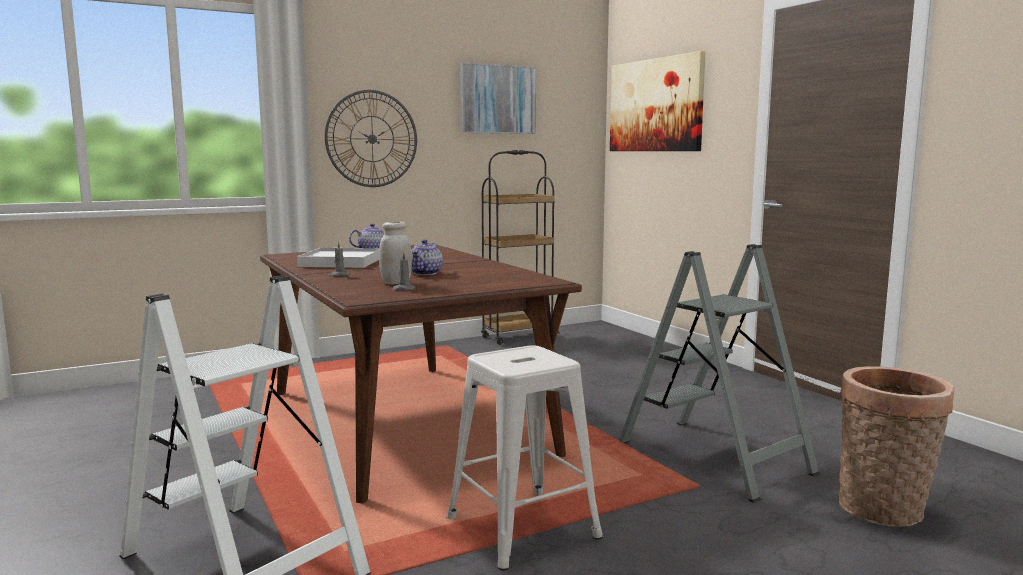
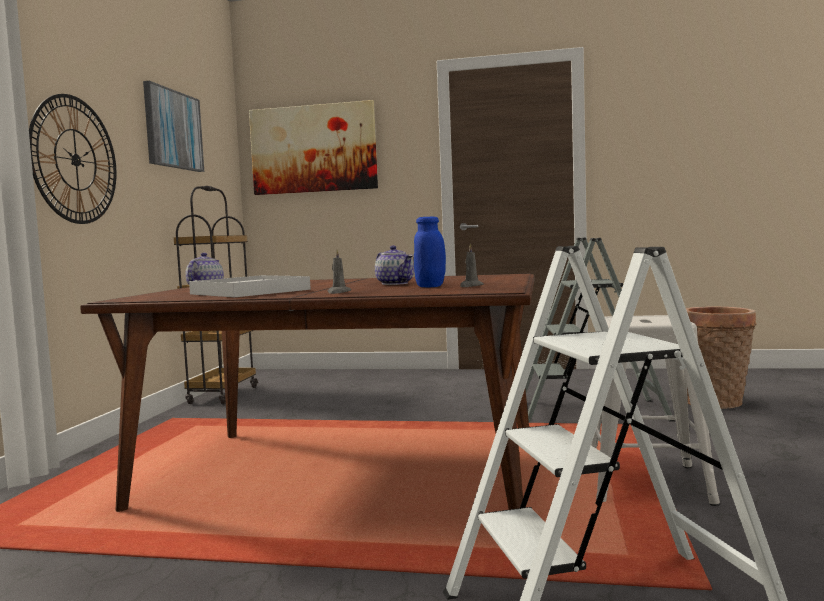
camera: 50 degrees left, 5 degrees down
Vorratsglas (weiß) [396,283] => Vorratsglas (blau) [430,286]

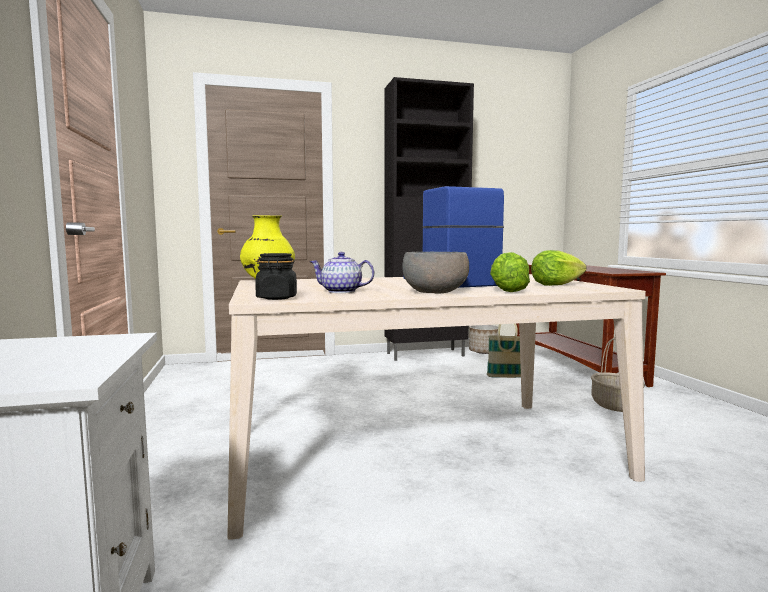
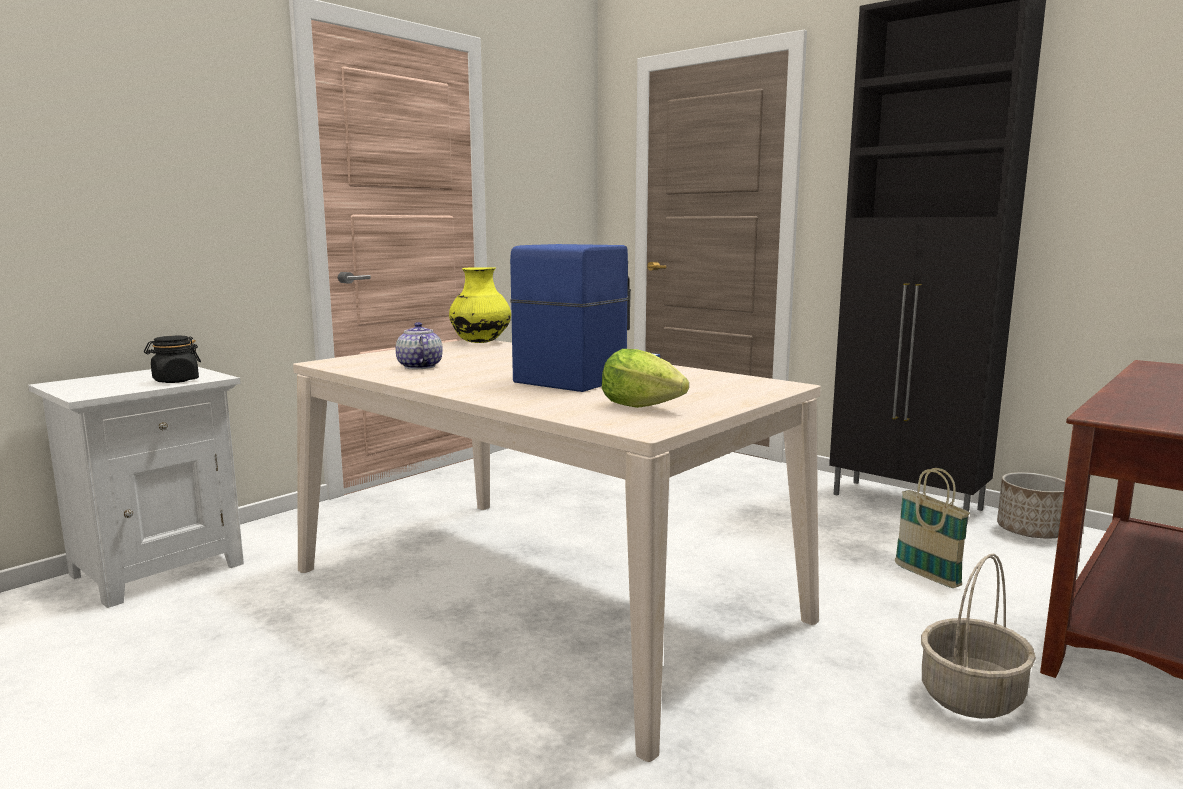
camera: 55 degrees right, 5 degrees up
Schüssel (grau) [435,292] => nothing
Salatkopf [506,291] => nothing
Vorratsglas (schwarz) [277,298] => Vorratsglas (schwarz) [175,380], move

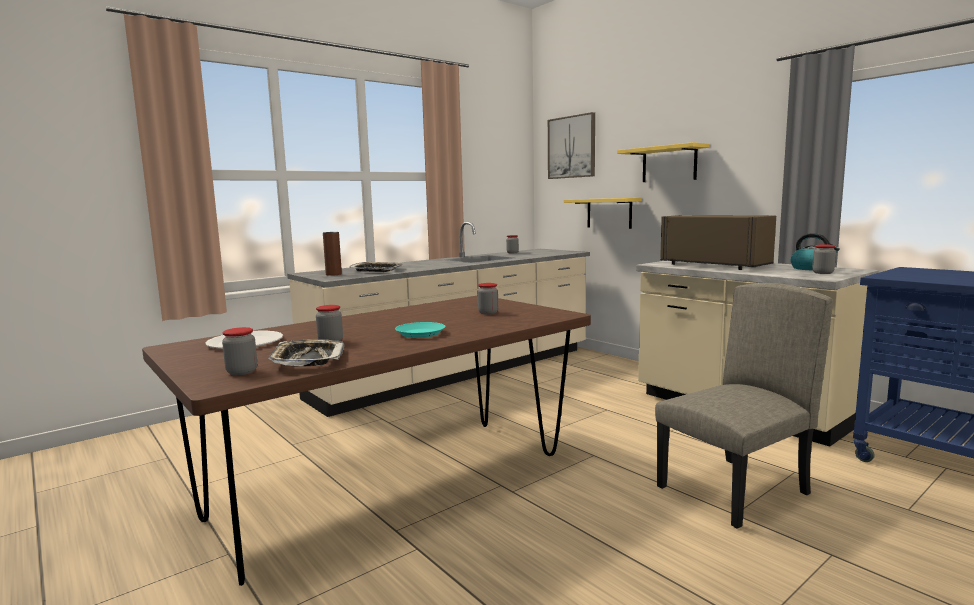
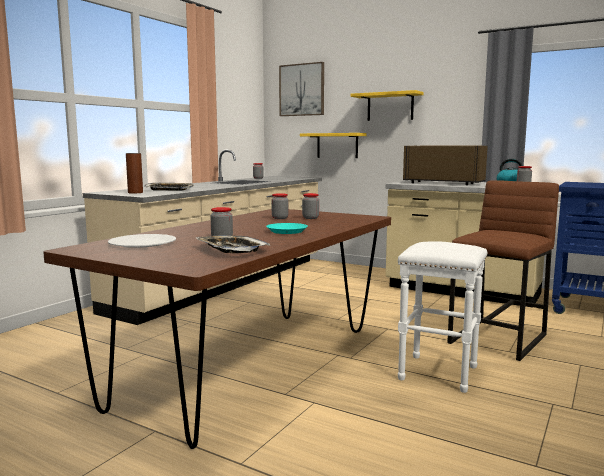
camera: 20 degrees left, 0 degrees up
nothing => Hocker (weiß) [439,373]
Vorratsglas [242,372] => Vorratsglas [280,218], move
Stuhl (beige) [734,491] => Hocker (braun) [498,338]

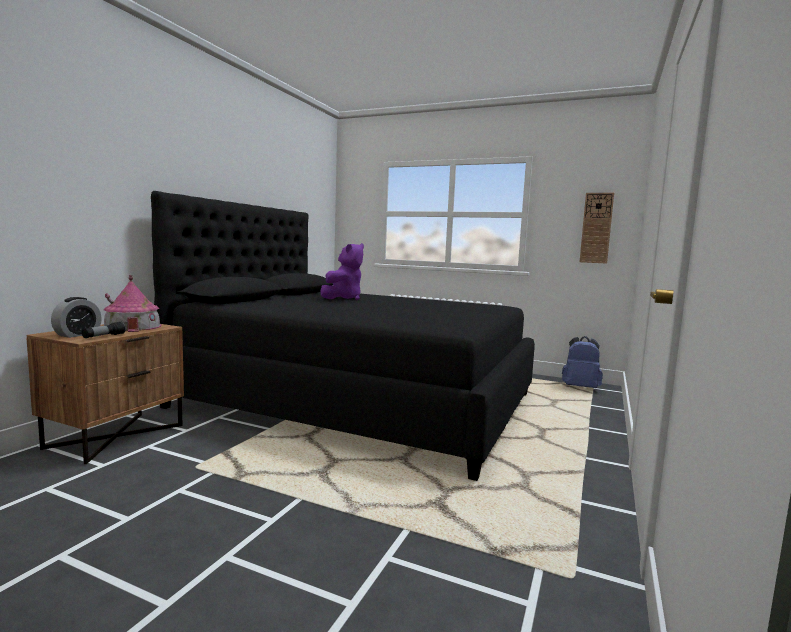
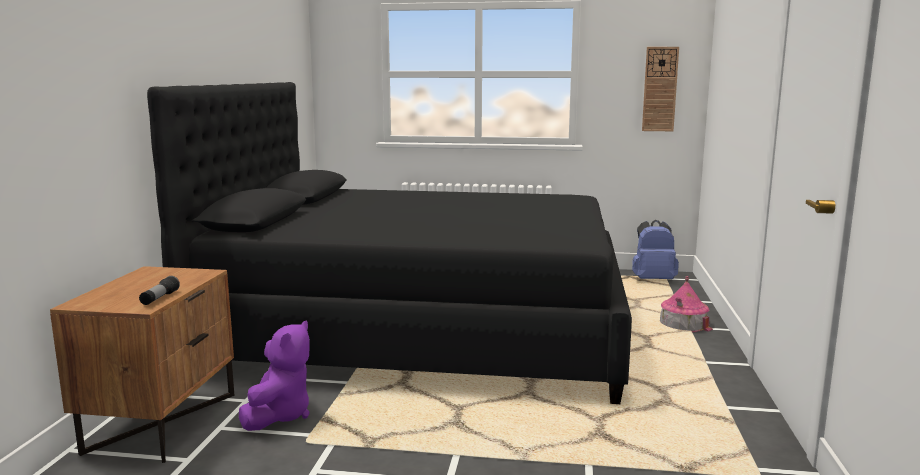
camera: 15 degrees left, 5 degrees up
Wecker [77,334] => nothing
Spielzeughaus [132,326] => Spielzeughaus [683,323], move
Plüschtier (lila) [343,298] => Plüschtier (lila) [279,415], move

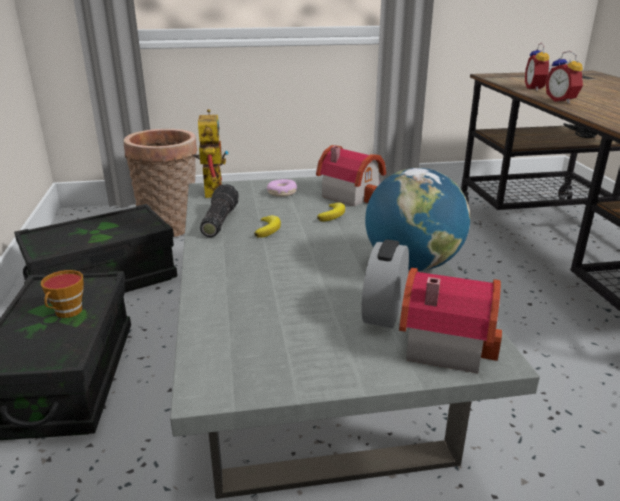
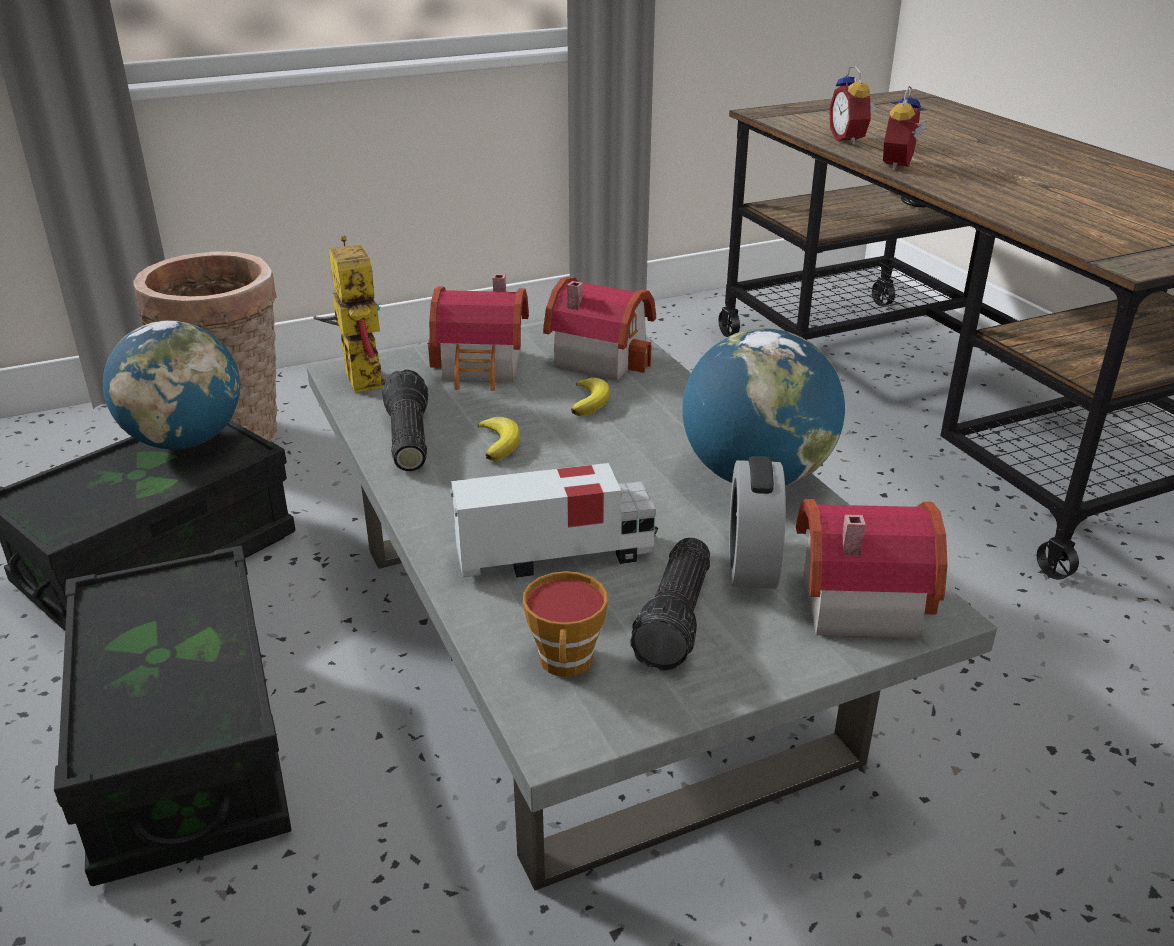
camera: 15 degrees left, 5 degrees up
nothing => Globus [185,441]
nothing => Spielzeuglaster [556,556]
nothing => Taschenlampe [678,619]
Tasse [67,313] => Tasse [566,663], move
Donut [282,193] => Spielzeughaus [484,367]
Wecker [562,101] => Wecker [901,165], 60 degrees clockwise

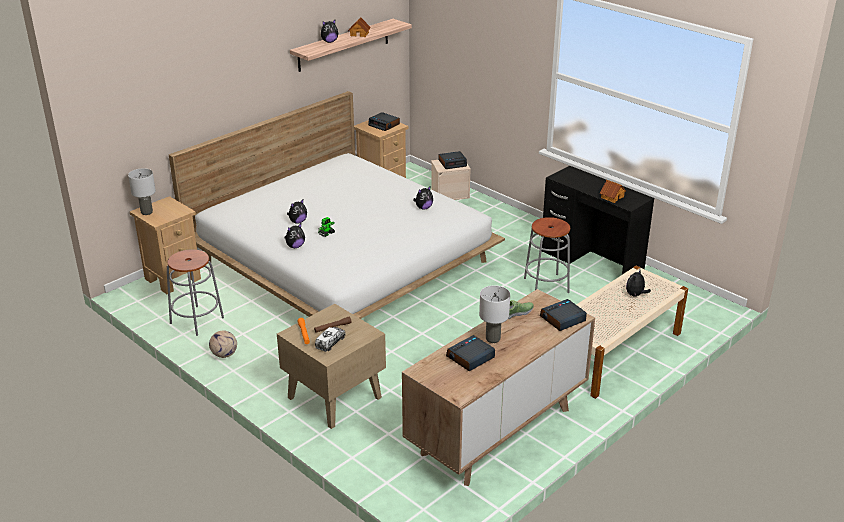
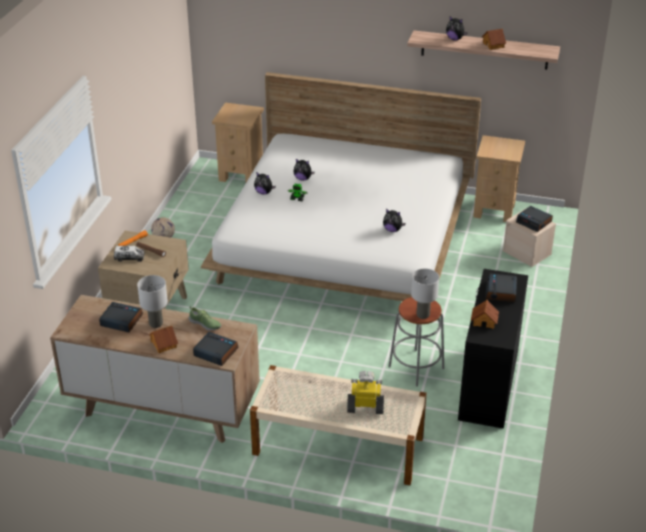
camera: 60 degrees right, 5 degrees up
Hocker (grau) [197,320] => nothing
nothing => Spielzeughaus [163,344]
Tischlampe (weiß) [146,213] => Tischlampe (weiß) [422,315], move
Wecker [384,125] => Wecker [501,292], move
Plüschtier [635,295] => Spielzeugroboter [365,407]

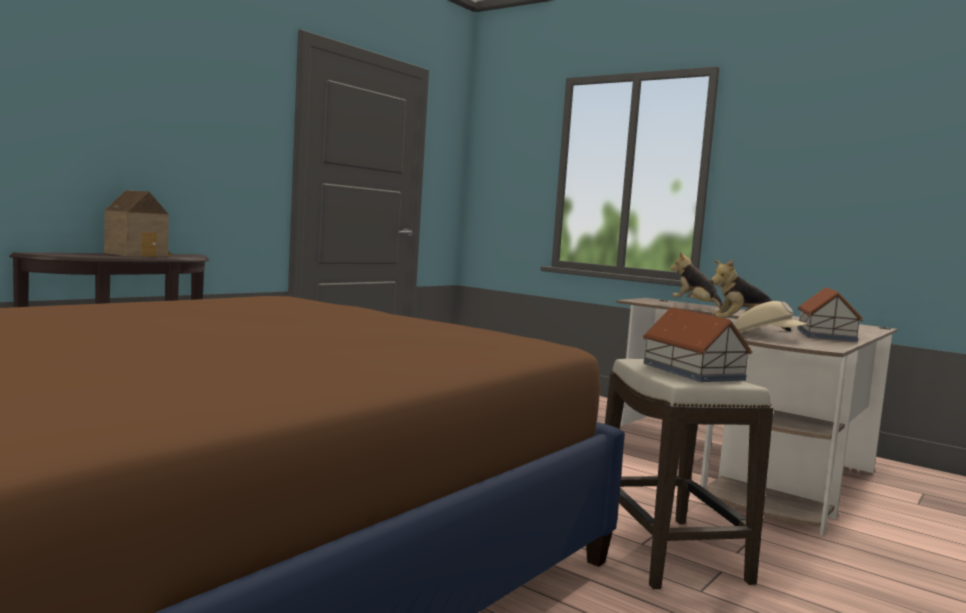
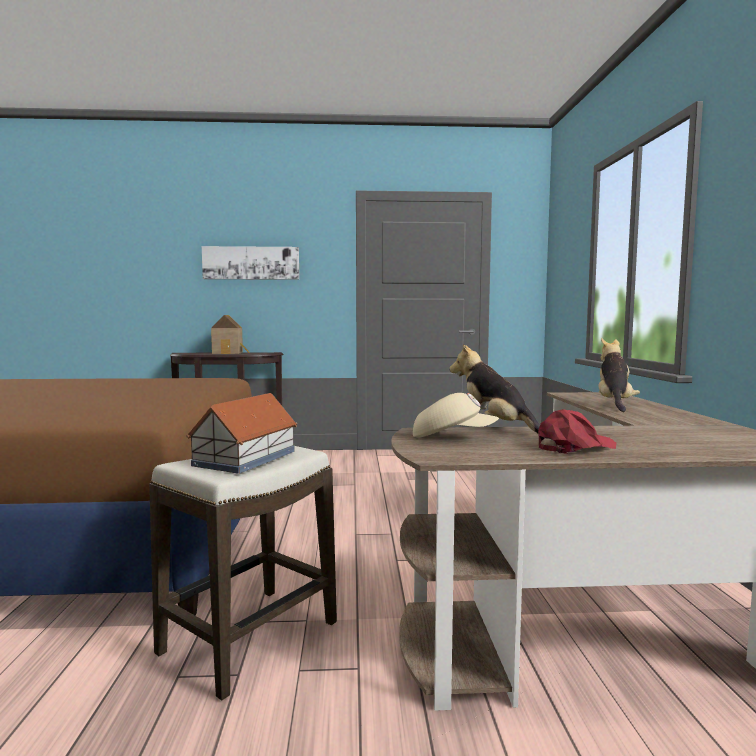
camera: 50 degrees right, 0 degrees up
nothing => Bild [251,263]
Spielzeughaus [825,335] => Kappe (rot) [574,447]
Kappe (beige) [767,336] => Kappe (beige) [452,437], 75 degrees counterclockwise

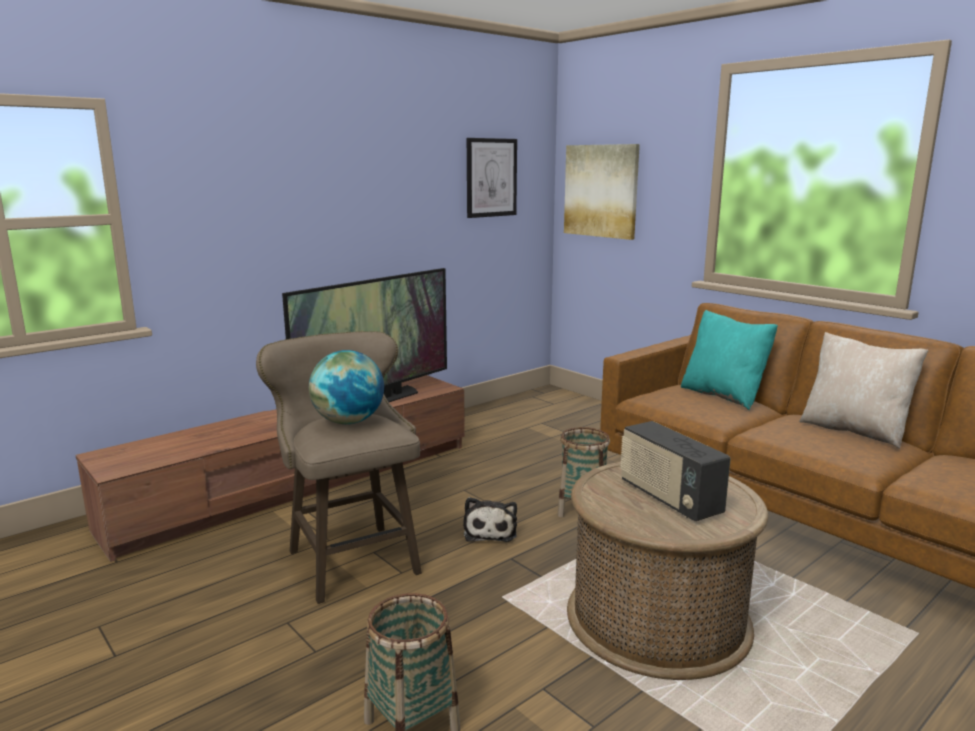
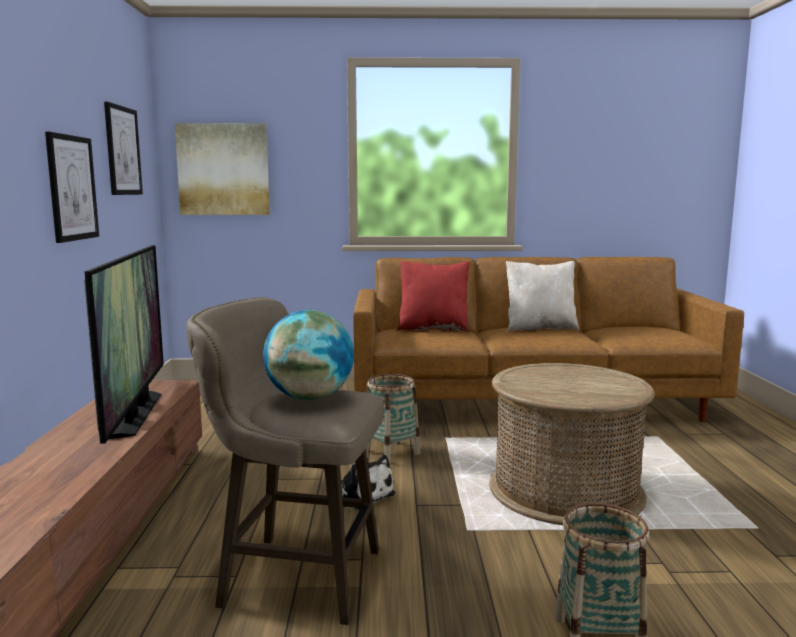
camera: 50 degrees left, 5 degrees down
Radio [668,498] => nothing
nothing => Bild [72,188]
Kissen (türkis) [723,396] => Kissen (rot) [433,328]

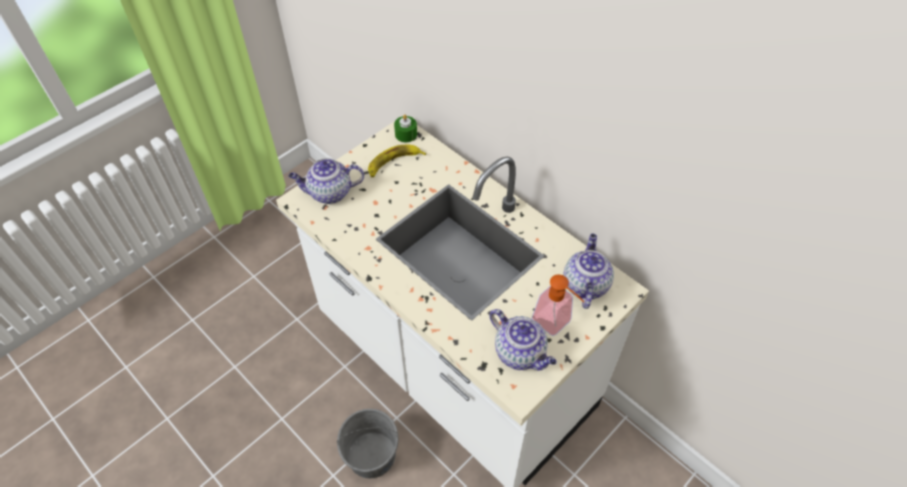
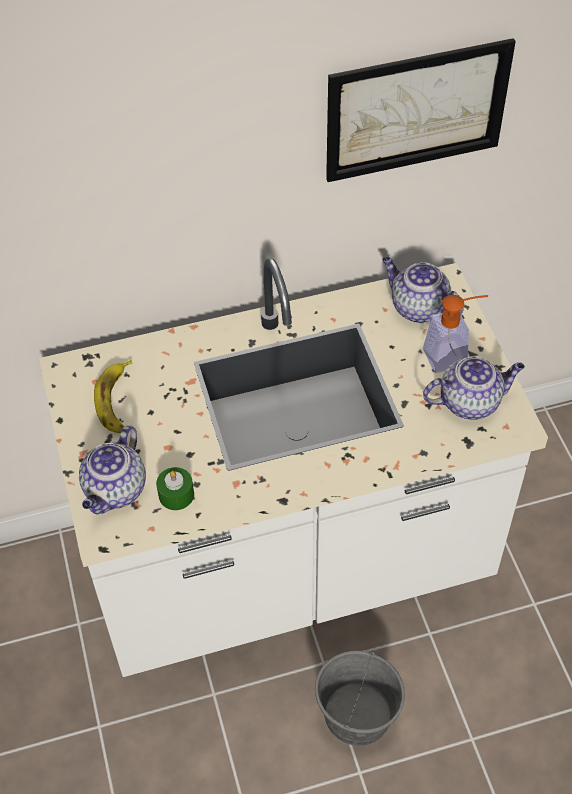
camera: 60 degrees left, 0 degrees up
nothing => Bild [416,110]
Kerze (grün) [406,134] => Kerze (grün) [176,495], move

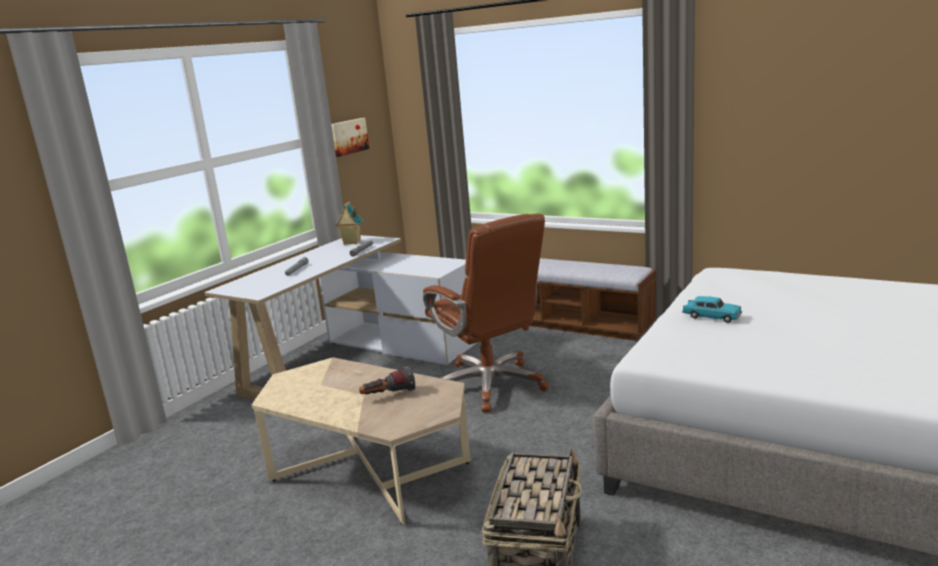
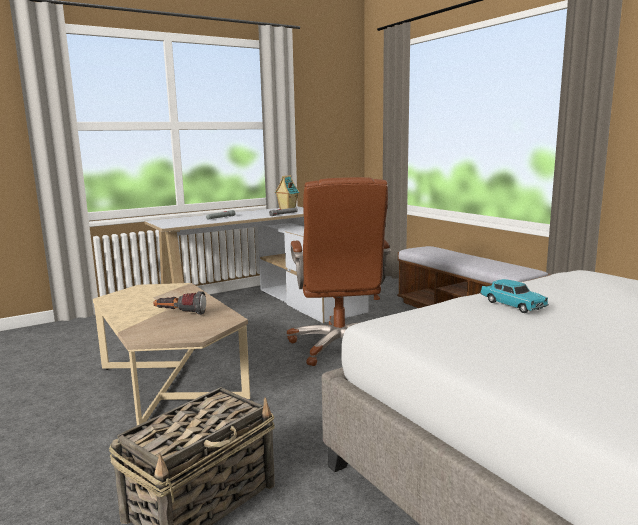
camera: 25 degrees right, 5 degrees down
Bild [348,137] => nothing

